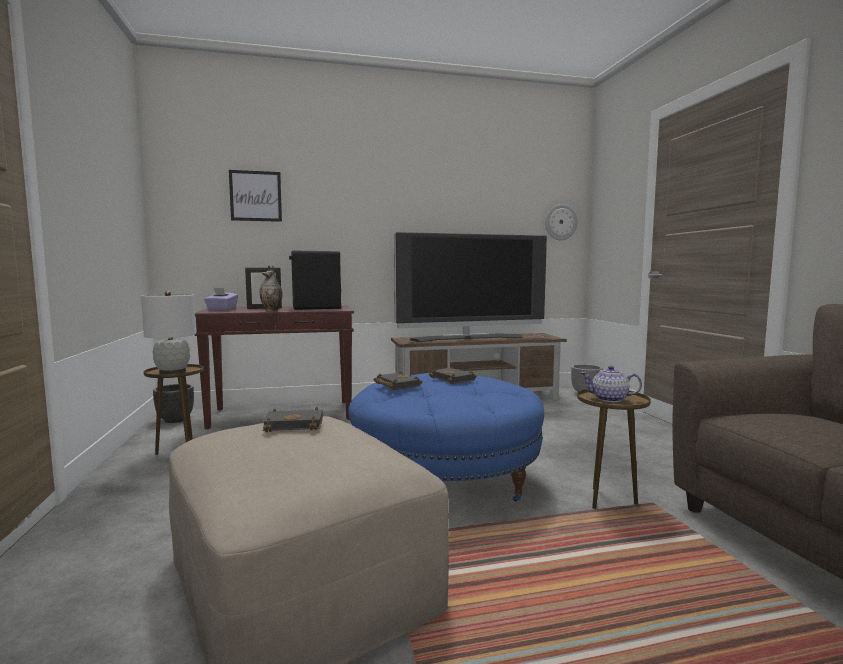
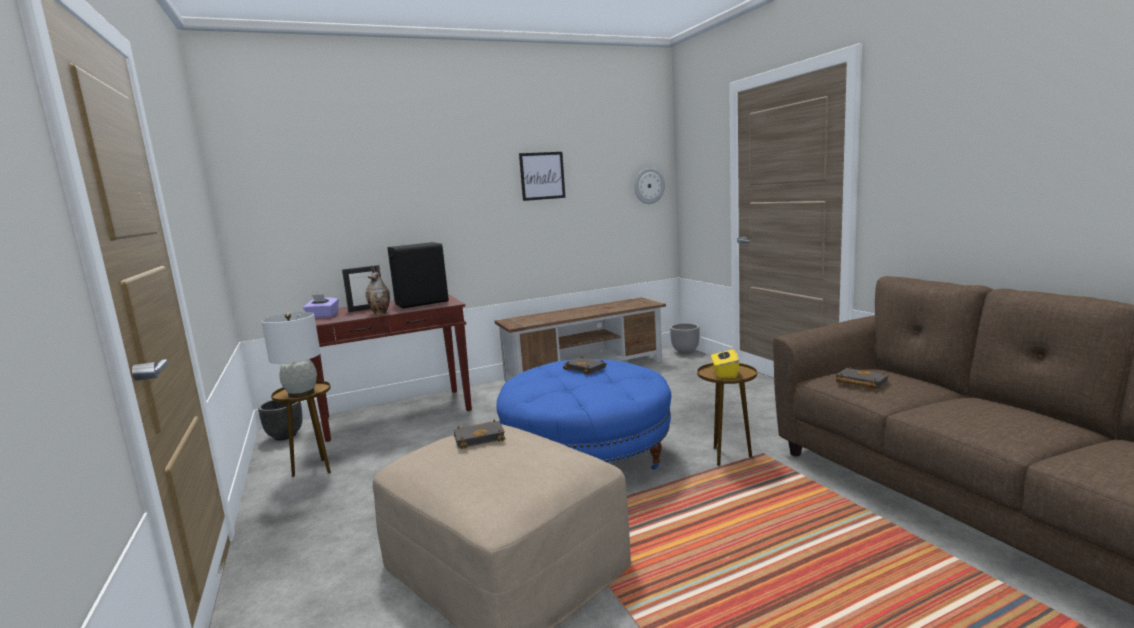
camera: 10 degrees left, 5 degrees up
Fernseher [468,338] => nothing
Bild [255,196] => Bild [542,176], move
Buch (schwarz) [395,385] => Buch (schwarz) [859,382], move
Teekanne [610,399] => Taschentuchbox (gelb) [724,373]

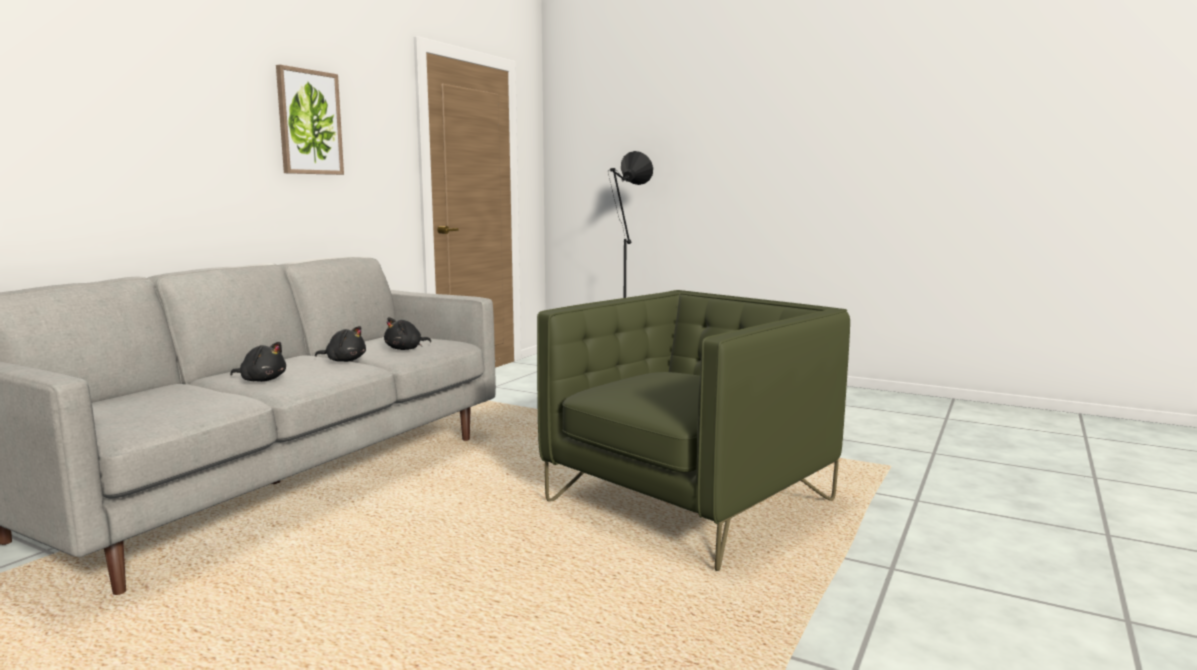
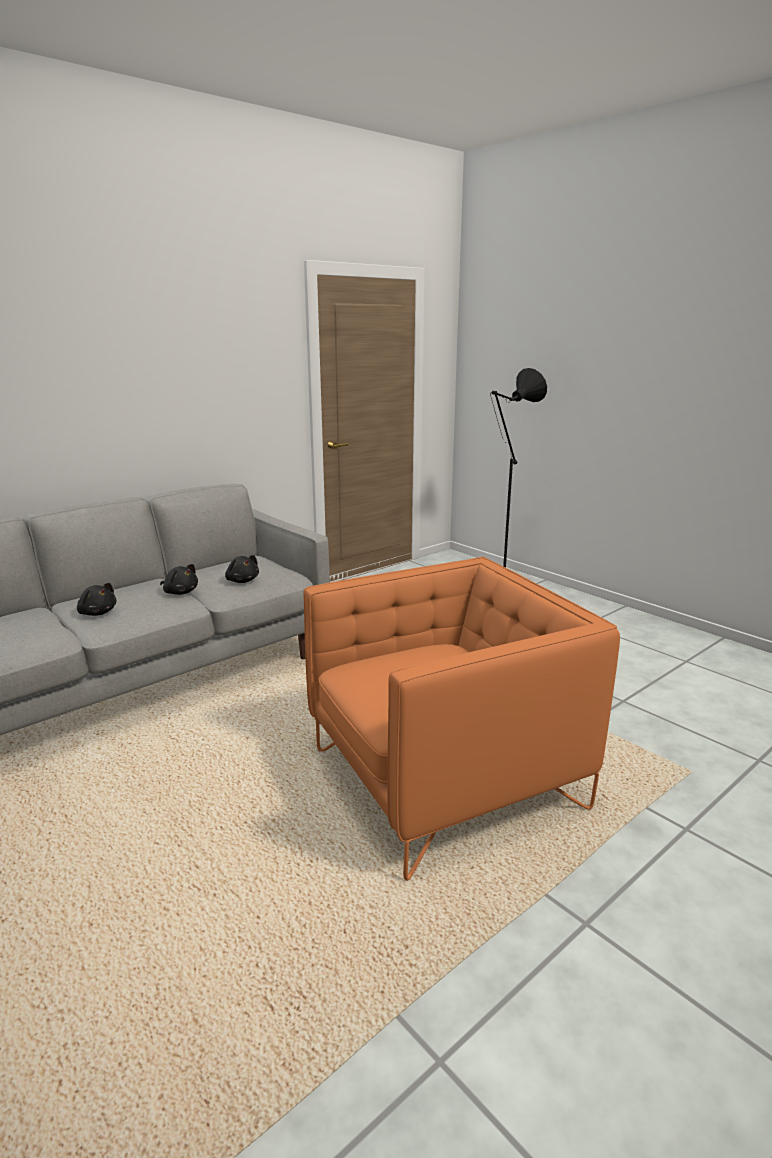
camera: 20 degrees right, 10 degrees up
Bild [309,122] => nothing
Sessel (grün) [690,503] => Sessel (orange) [444,780]
Plüschtier (schwarz) [406,349] => Plüschtier (schwarz) [242,581], 105 degrees counterclockwise

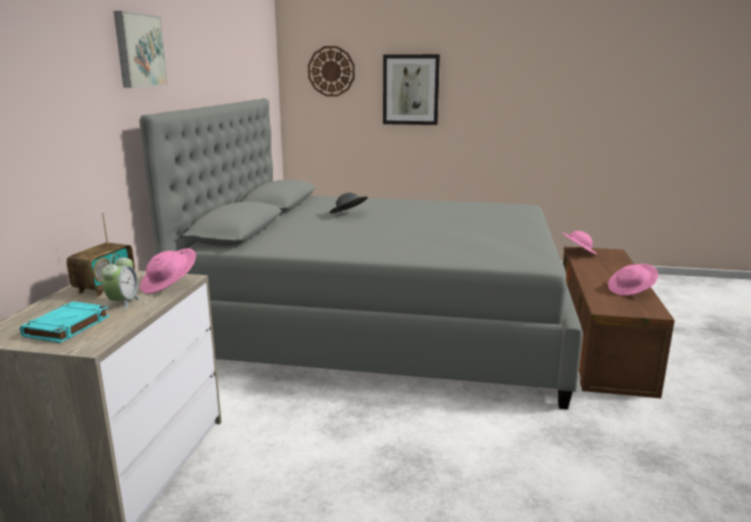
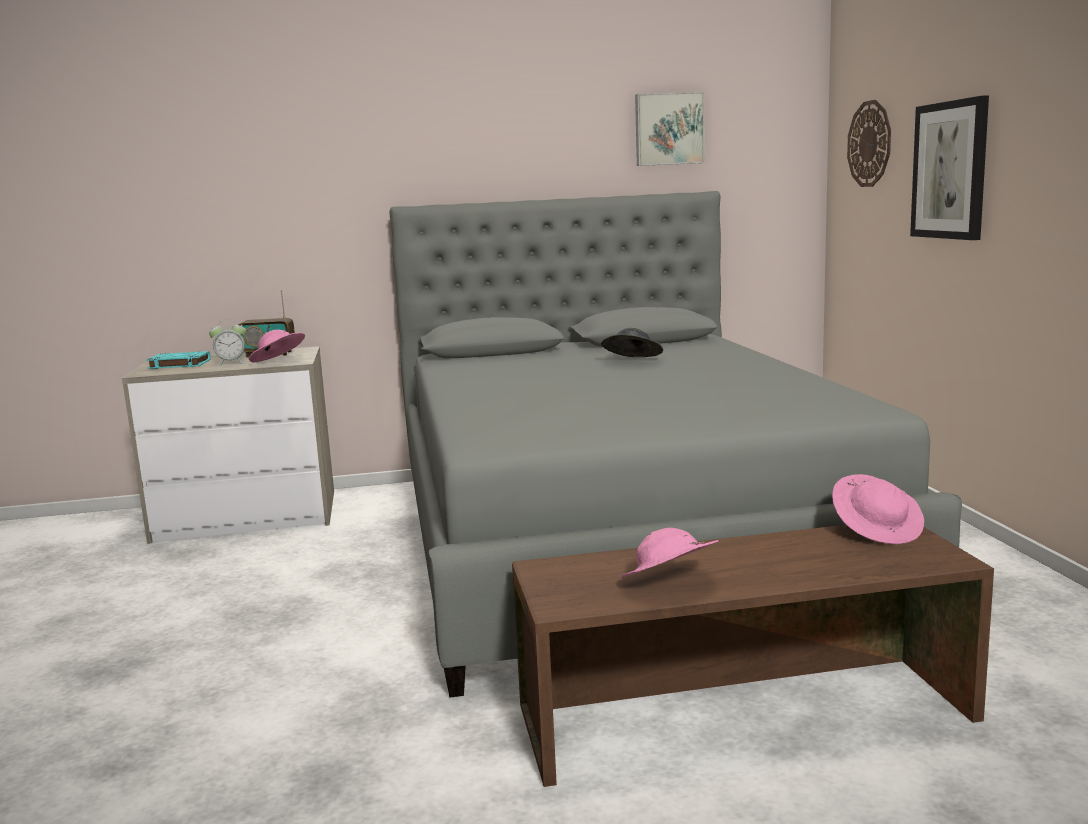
camera: 70 degrees right, 5 degrees down
Bild [138,50] => Bild [669,129], move

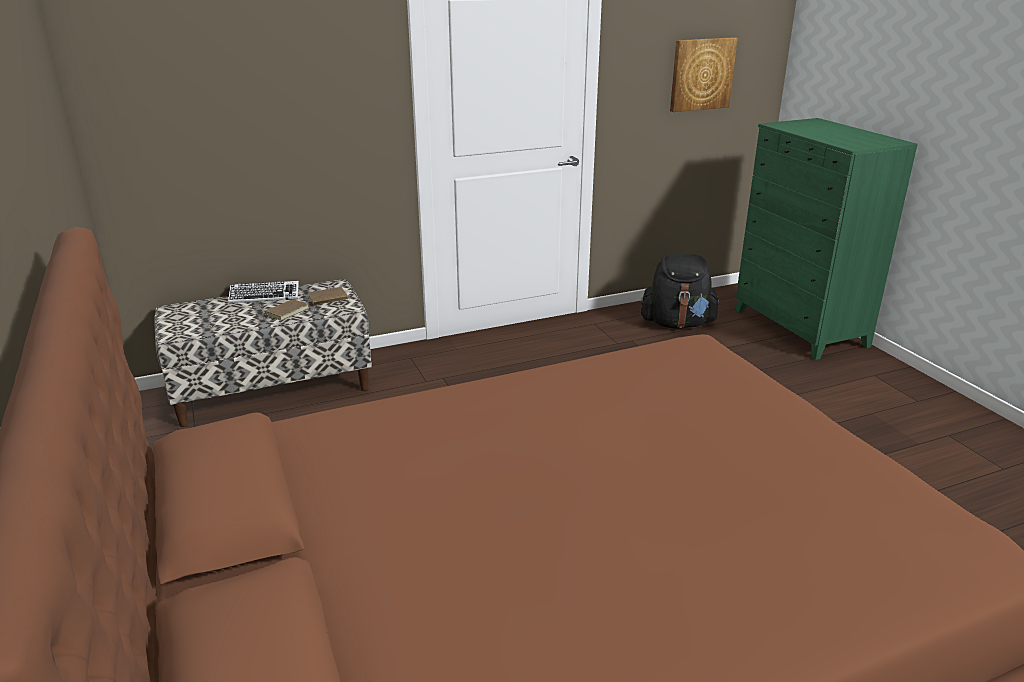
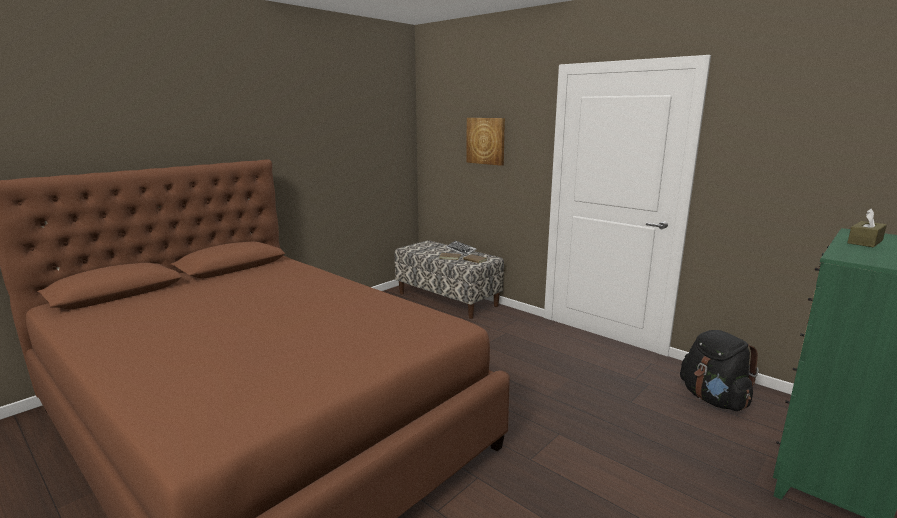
camera: 65 degrees right, 10 degrees down
nothing => Taschentuchbox (braun) [865,242]
Bild [701,74] => Bild [486,141], move

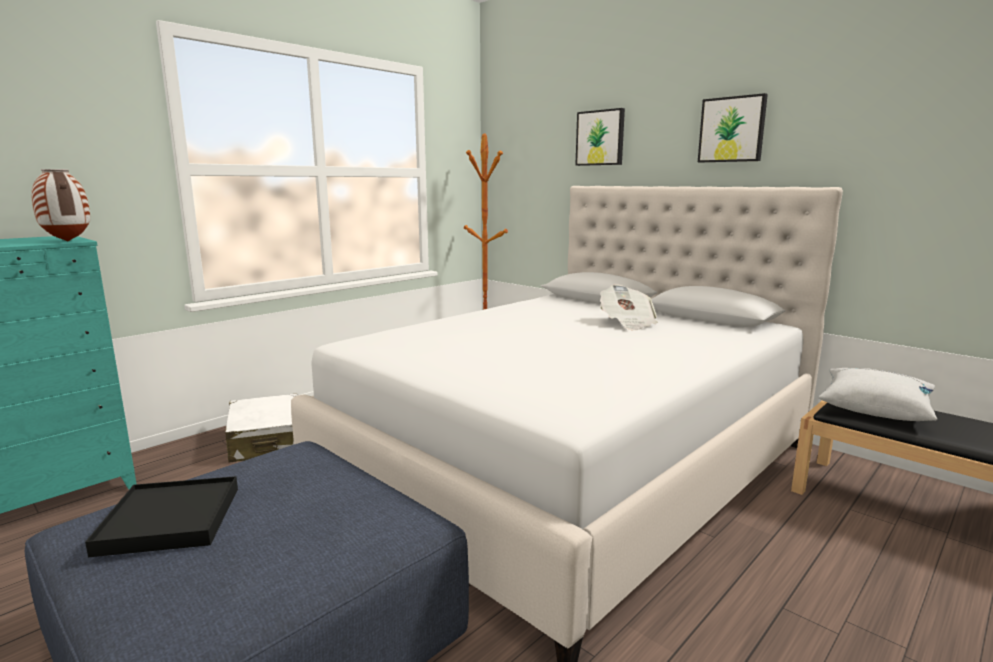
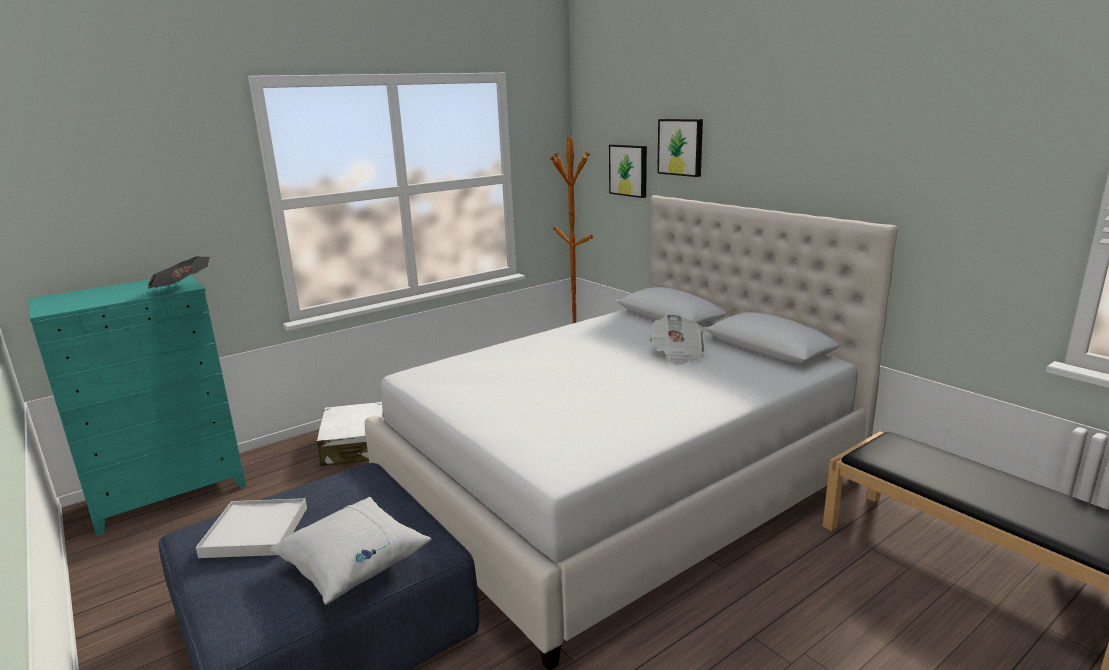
camera: 10 degrees right, 5 degrees up
Bild [732,129] => Bild [629,170], move
Kissen (grau) [874,409] => Kissen (grau) [353,564], move
Vase [66,241] => Zeitung [182,288]
Tablett (schwarz) [170,520] => Tablett (weiß) [255,531]

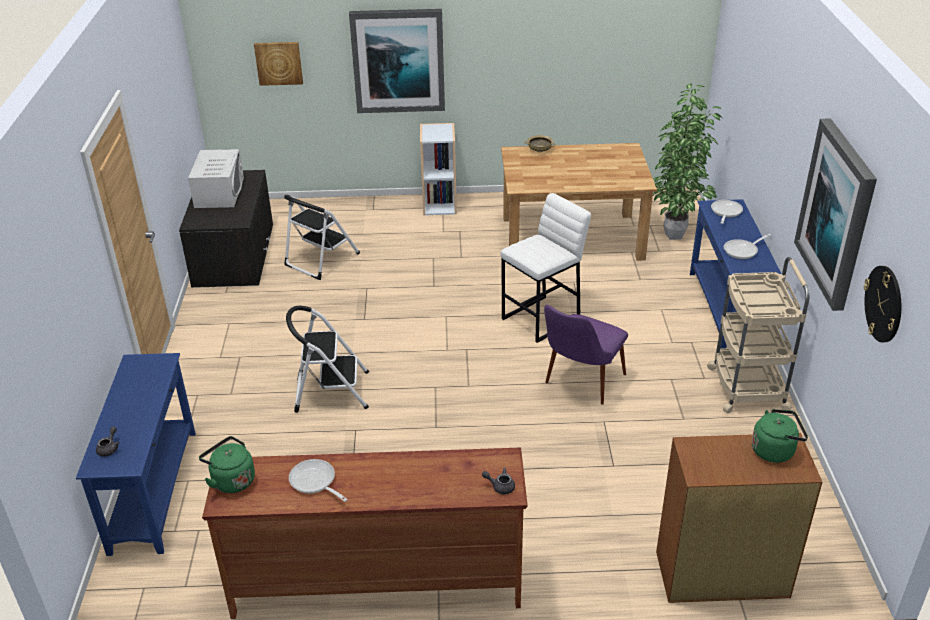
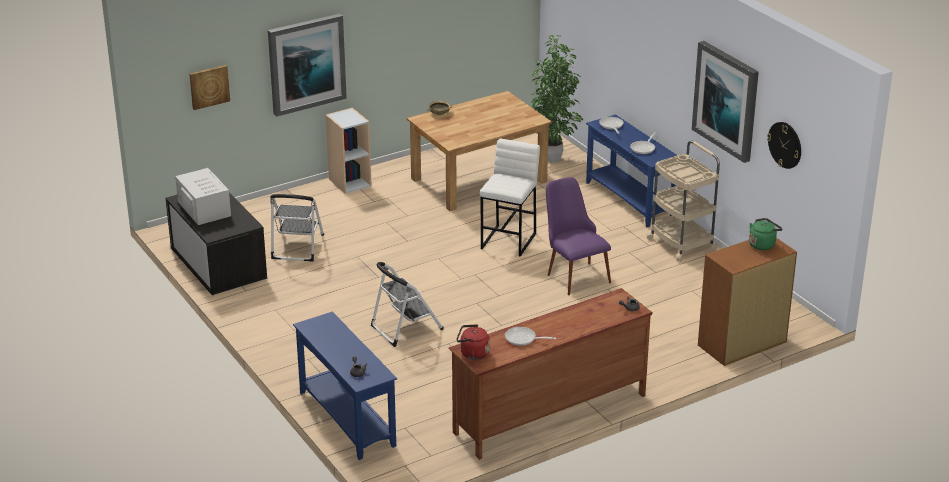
camera: 30 degrees left, 5 degrees down
Wasserkessel (grün) [231,480] => Wasserkessel (rot) [472,353]
Stuhl (lila) [579,386] => Stuhl (lila) [573,273], 150 degrees clockwise

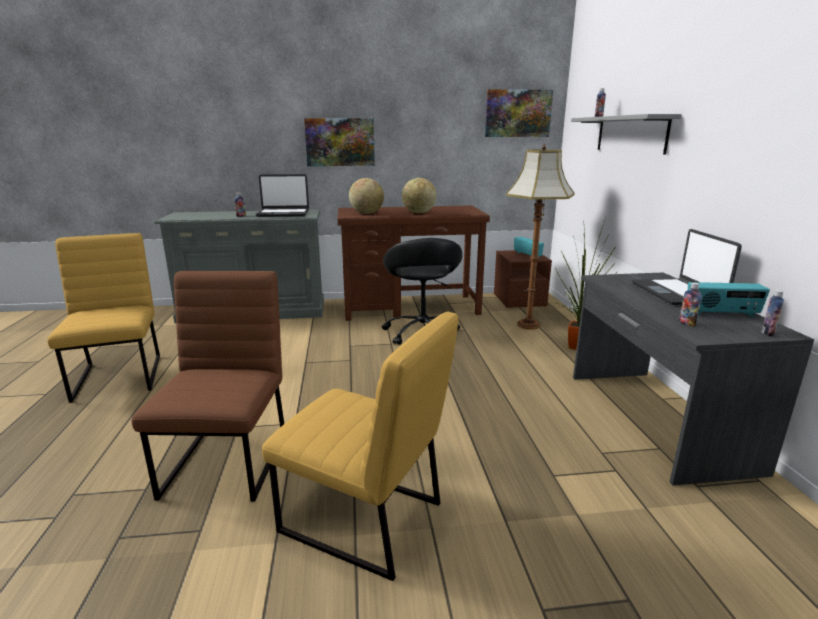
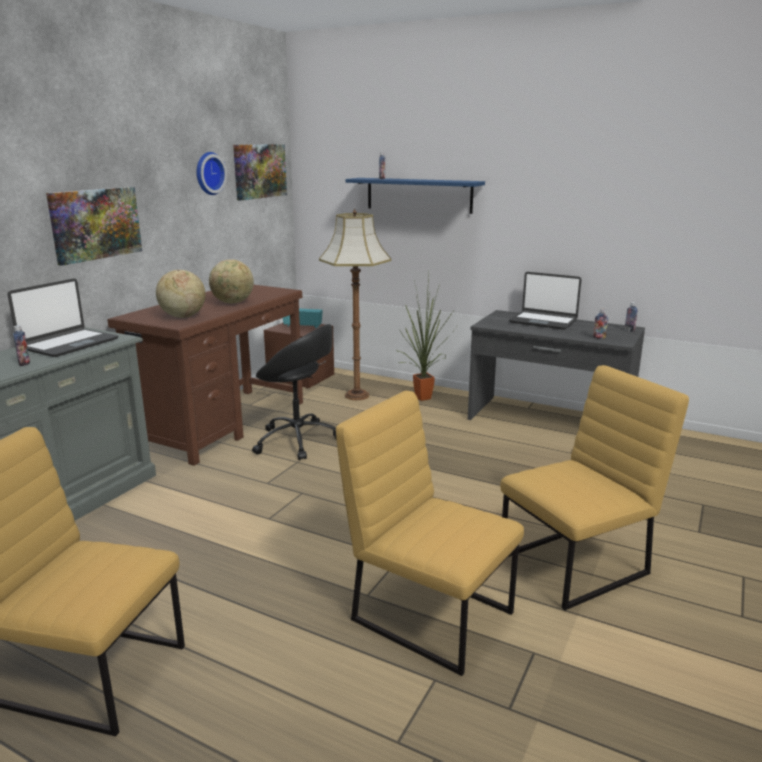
camera: 55 degrees left, 0 degrees up
Radio [722,314] => nothing
nothing => Wanduhr [208,173]
Stuhl (braun) [229,460] => Stuhl (gelb) [429,613]
Wandregal (grau) [630,134] => Wandregal (blau) [418,195]

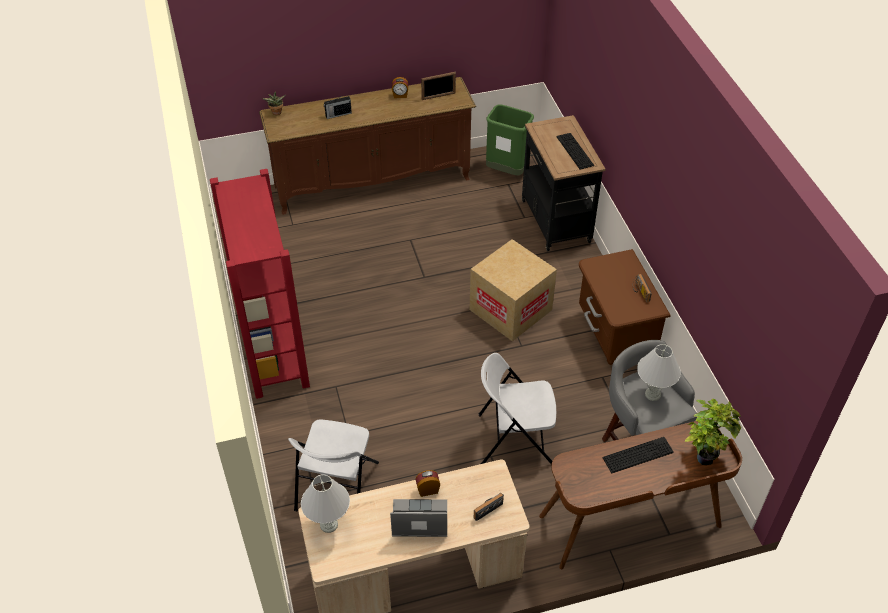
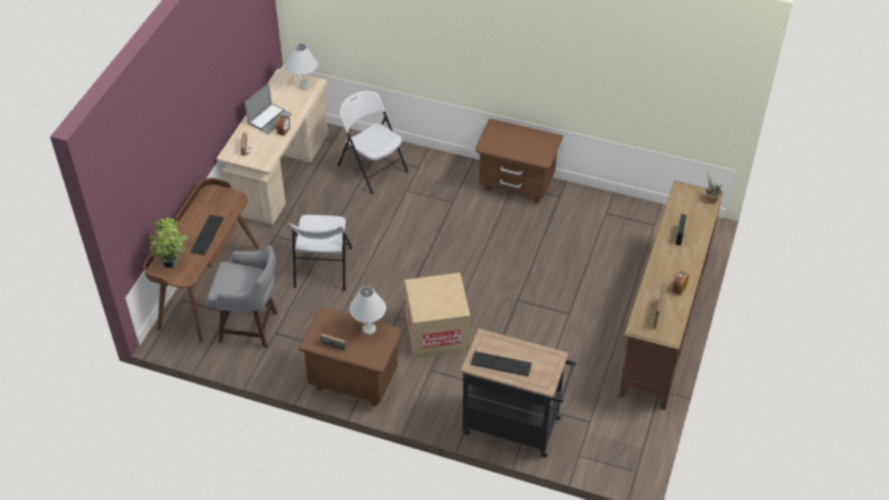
camera: 125 degrees right, 0 degrees up
Mülleimer (grün) [507,171] => nothing
Tischlampe (weiß) [653,394] => Tischlampe (weiß) [369,329], move
Bücherregal (rot) [273,348] => Nachttisch (braun) [516,186]
Stuhl (weiß) [515,439] => Stuhl (weiß) [323,267], 150 degrees clockwise

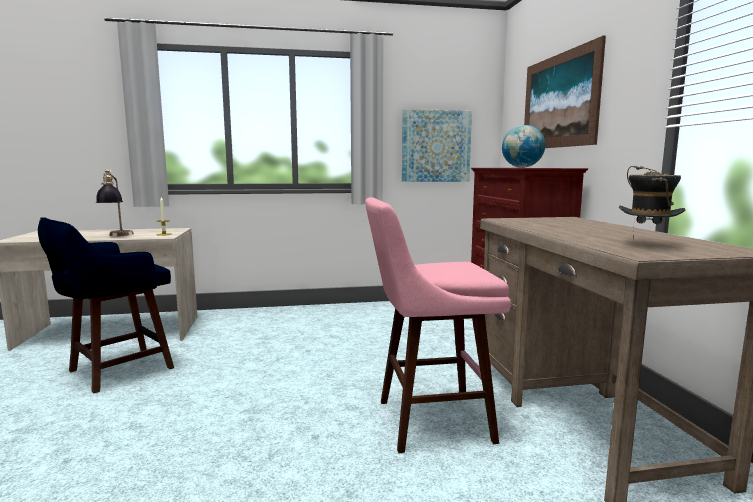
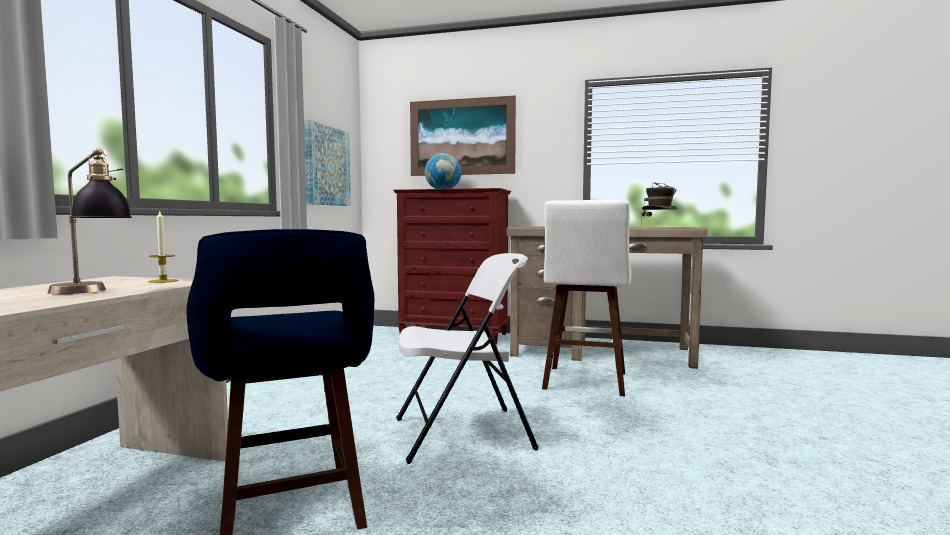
camera: 65 degrees left, 5 degrees down
nothing => Stuhl (weiß) [462,433]
Hocker (rosa) [428,421] => Hocker (weiß) [585,382]

